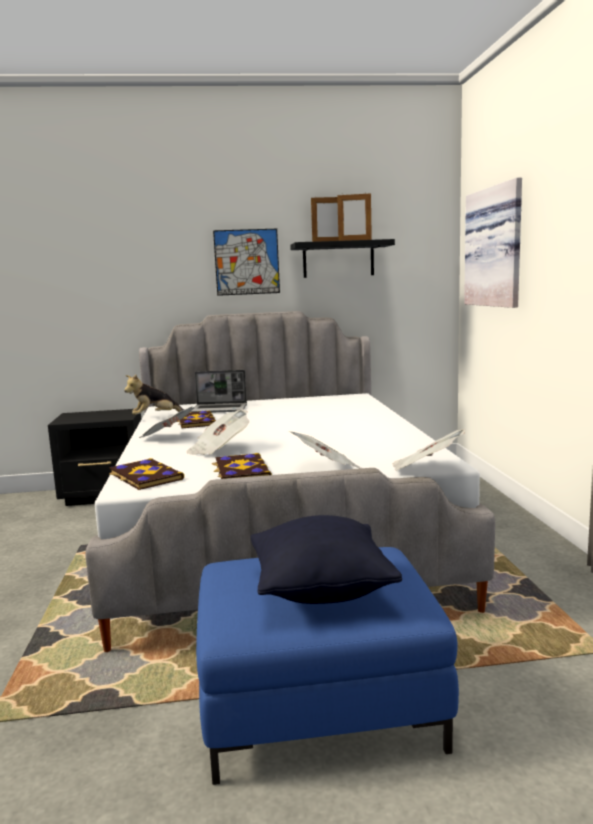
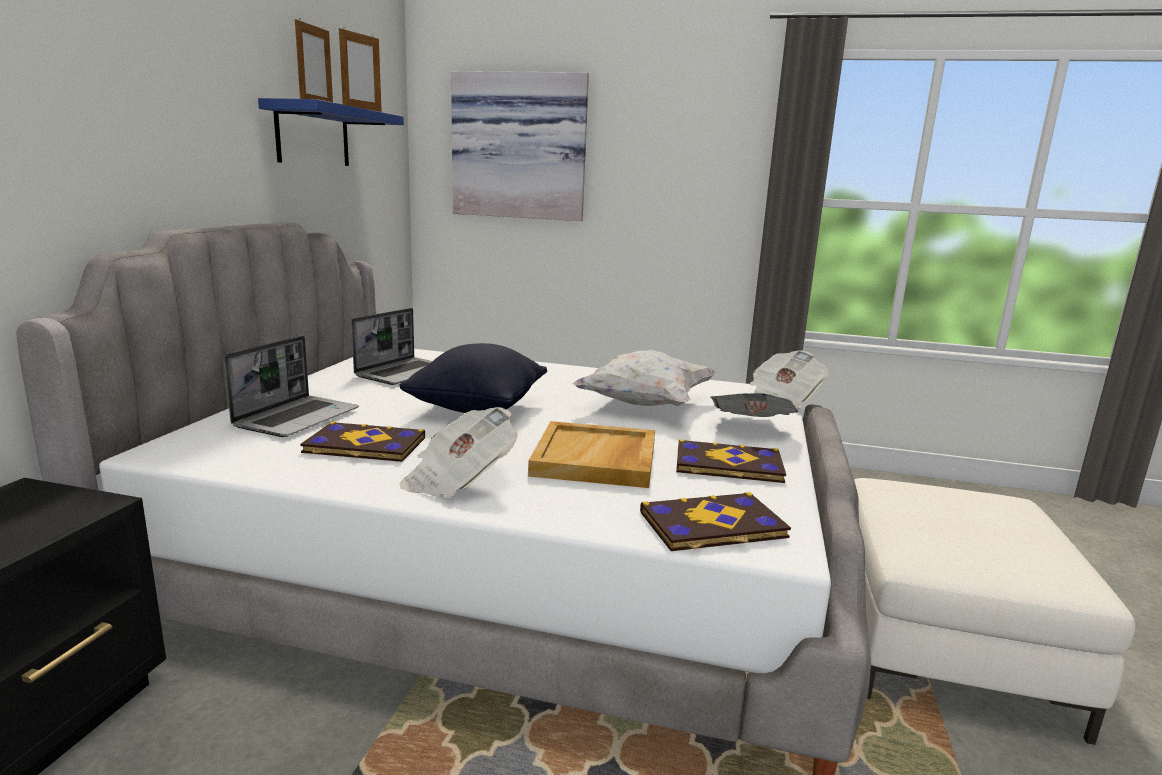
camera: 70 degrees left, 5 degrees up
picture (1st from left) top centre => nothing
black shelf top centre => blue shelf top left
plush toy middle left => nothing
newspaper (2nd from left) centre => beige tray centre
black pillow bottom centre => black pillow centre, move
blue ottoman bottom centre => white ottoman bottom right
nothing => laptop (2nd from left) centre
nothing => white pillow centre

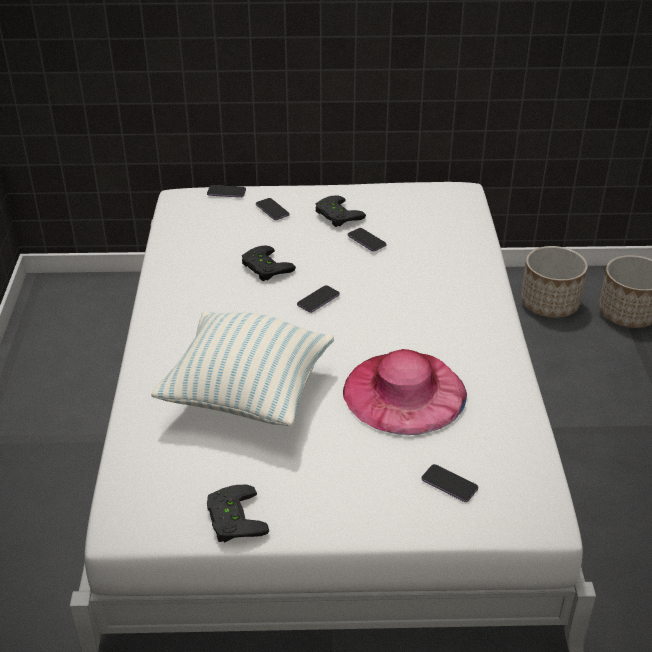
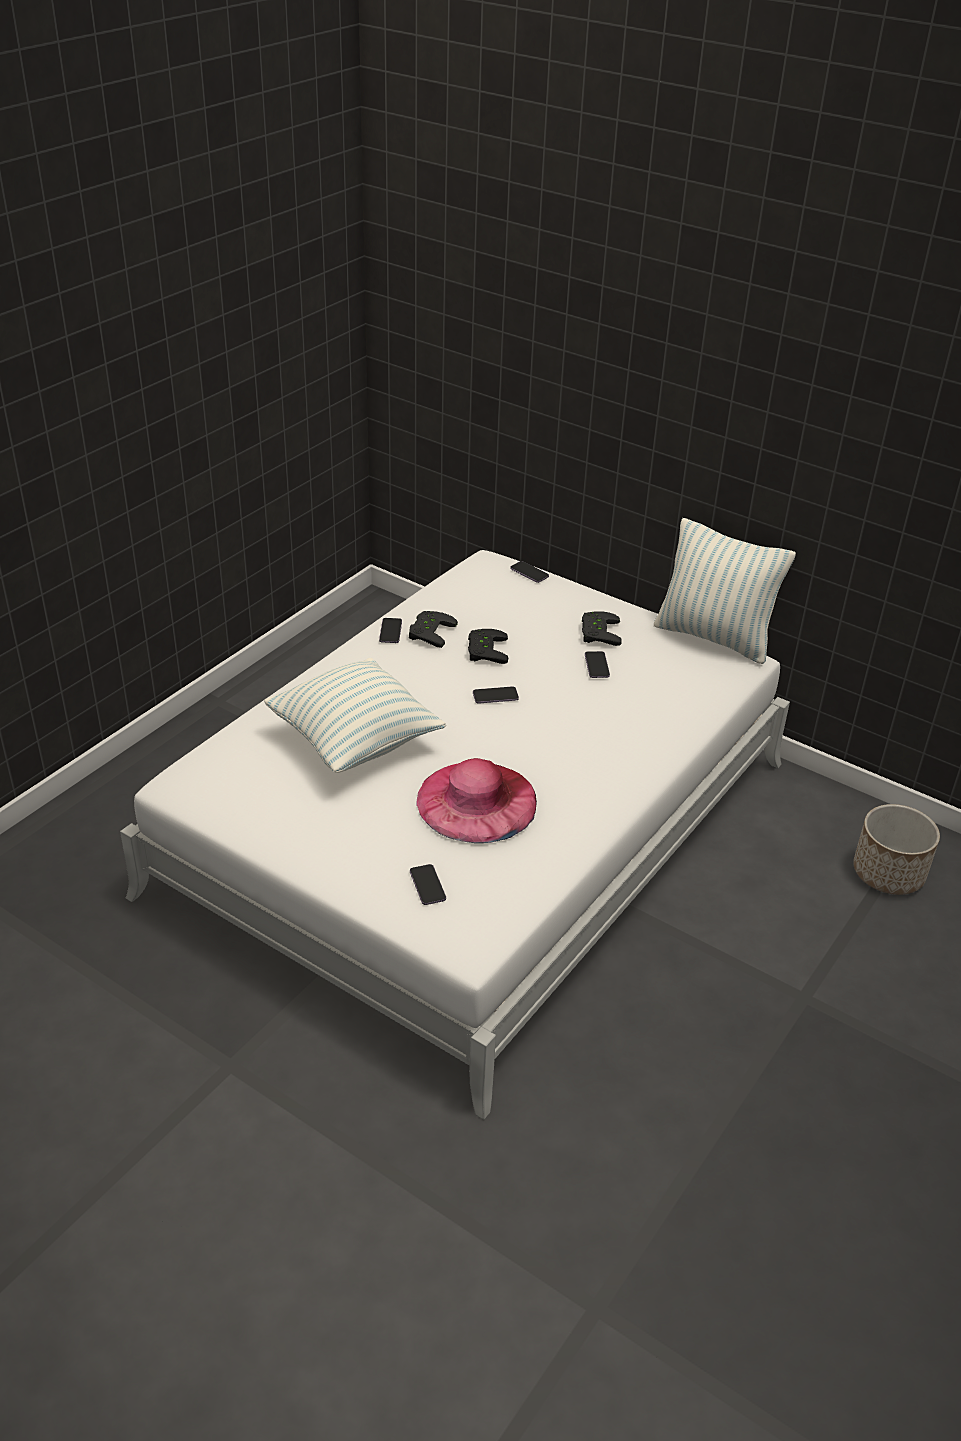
camera: 35 degrees right, 0 degrees up
phone (2nd from left in the first image) top centre => phone (1st from left) centre, move
planter (1st from left) middle right => nothing
black game controller (1st from left) bottom centre => black game controller (1st from left) centre, move
nothing => pillow (2nd from left) middle right

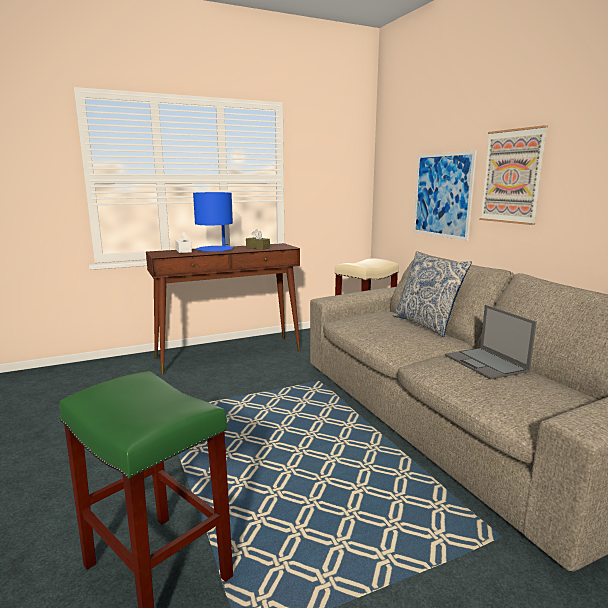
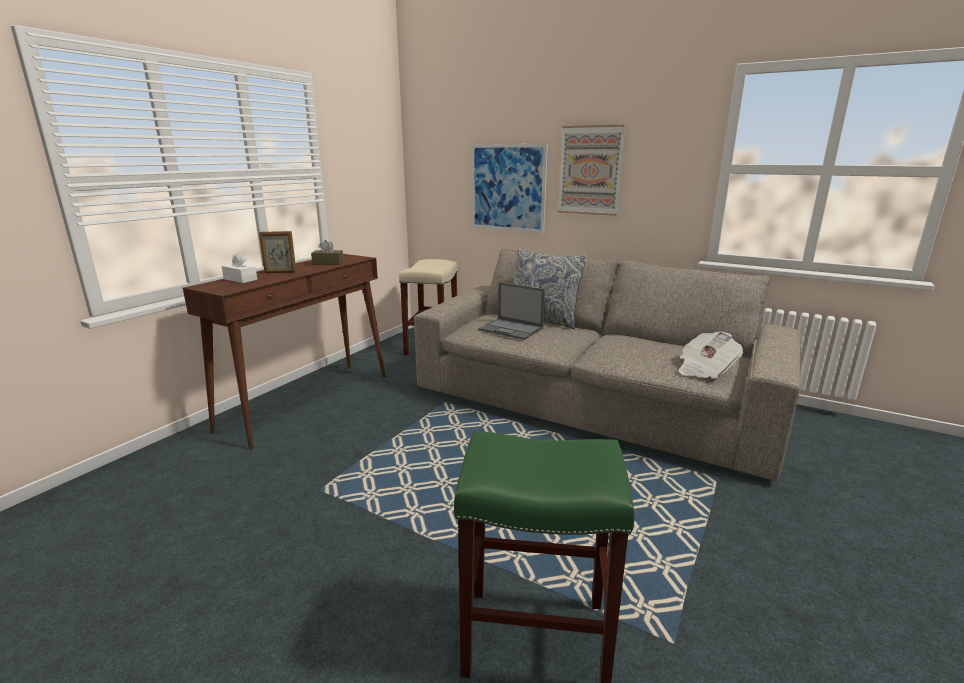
camera: 35 degrees left, 5 degrees up
blue table lamp centre => picture frame middle left
laptop middle right => laptop centre, move
nothing => newspaper middle right

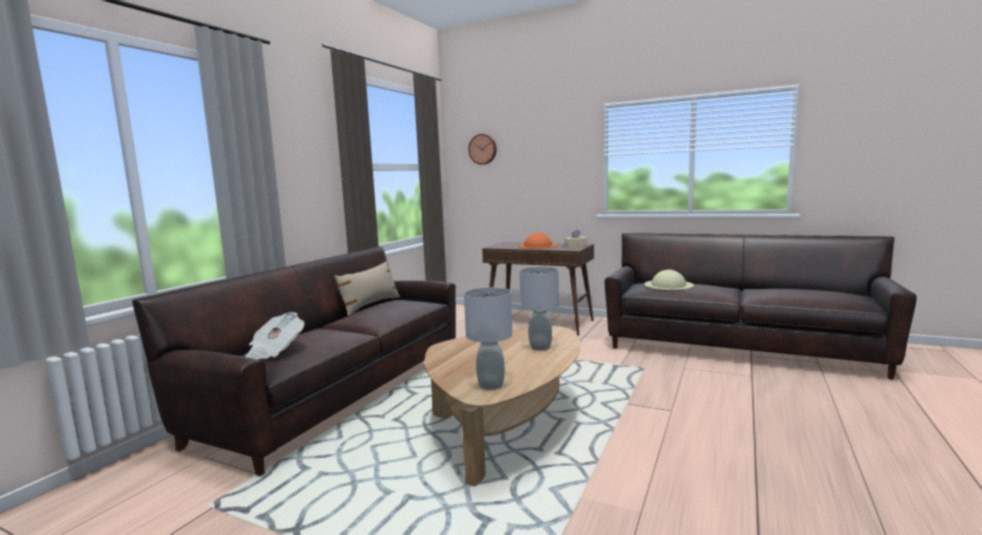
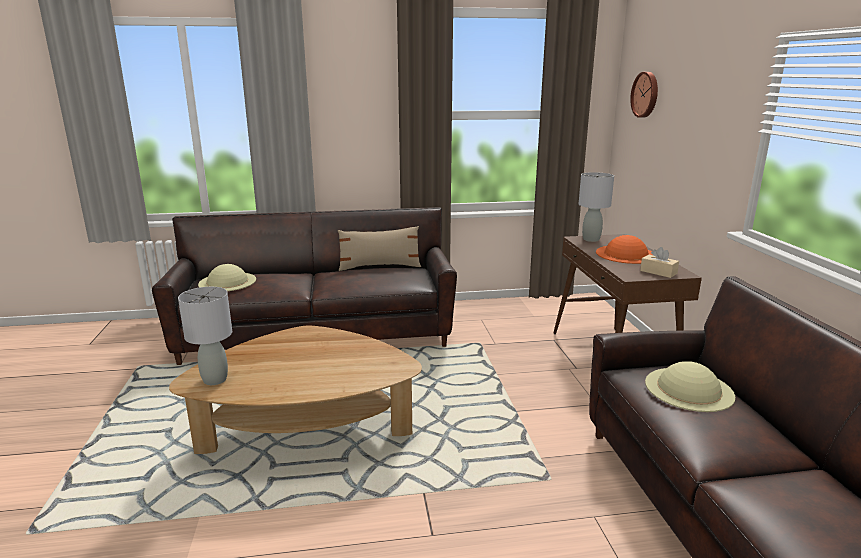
camera: 55 degrees right, 10 degrees up
grey table lamp (2nd from left) centre => grey table lamp (2nd from left) middle right, move
newspaper middle left => beige hat (1st from left) middle left

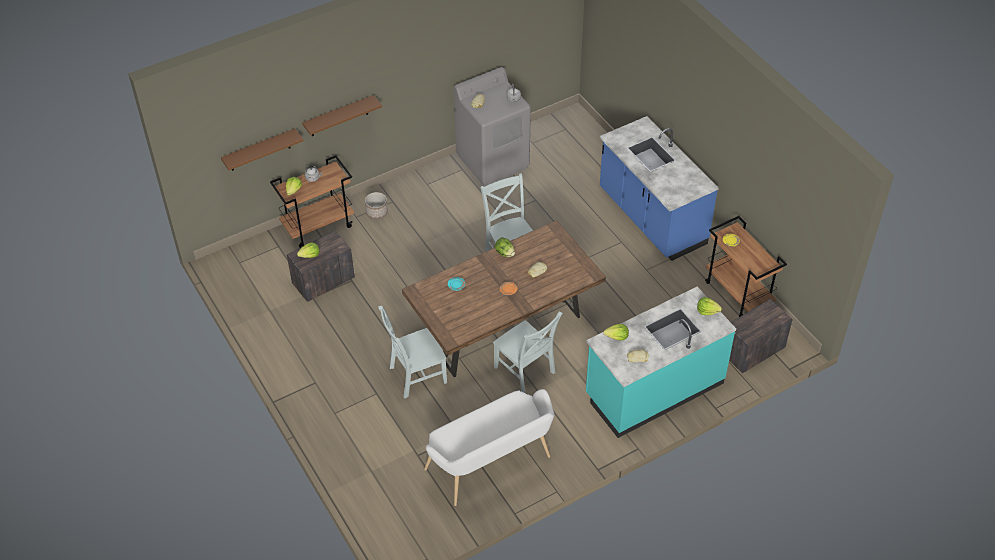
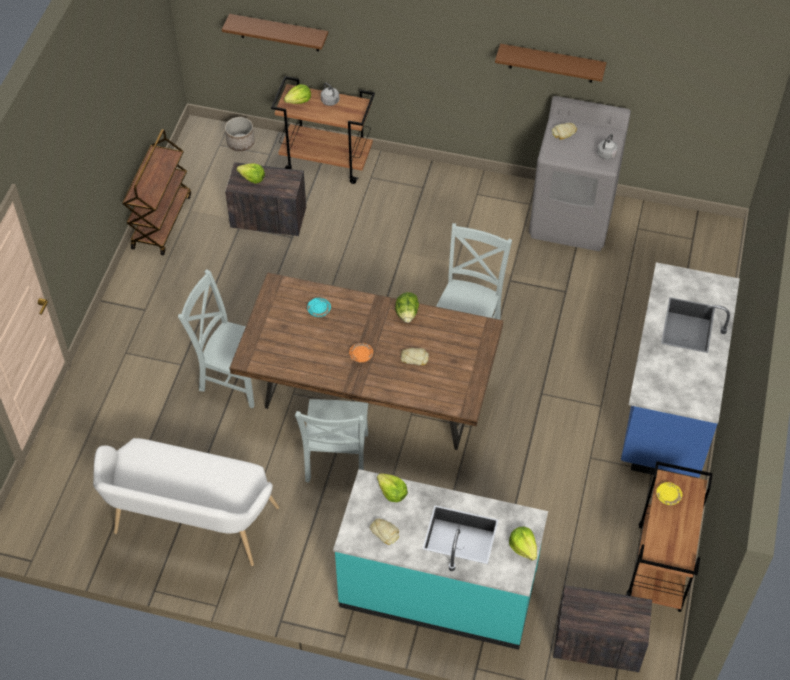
camera: 45 degrees right, 5 degrees up
brown shelf (2nd from left) top centre => brown shelf (2nd from left) top right, move
planter centre => planter top left, move
nothing => brown cart (1st from left) top left

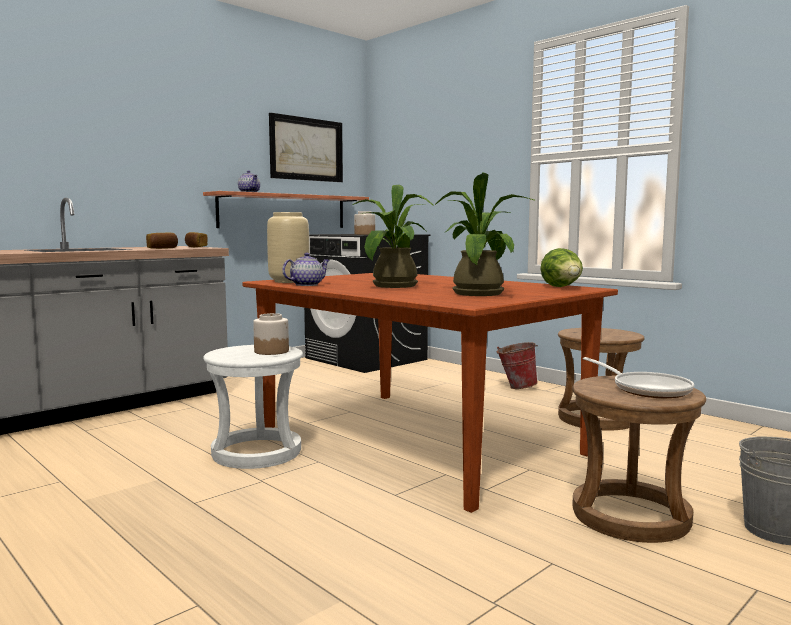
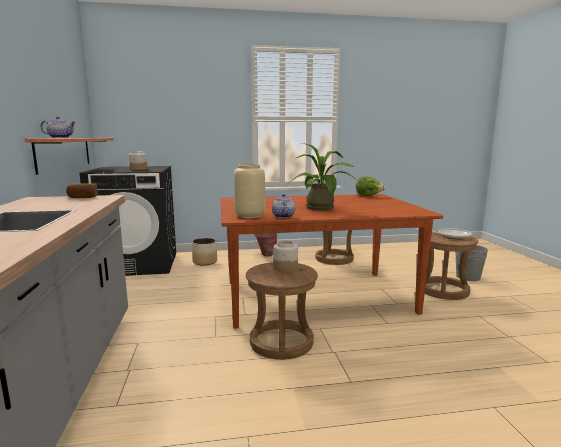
camera: 55 degrees left, 5 degrees up
picture top centre => nothing
potted plant (2nd from left) centre => nothing
bread (1st from left) middle left => nothing
white stool middle left => brown stool (1st from left) bottom centre
nothing => planter centre

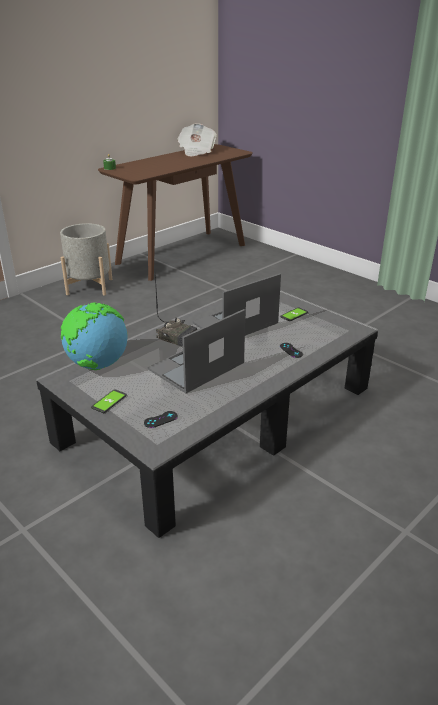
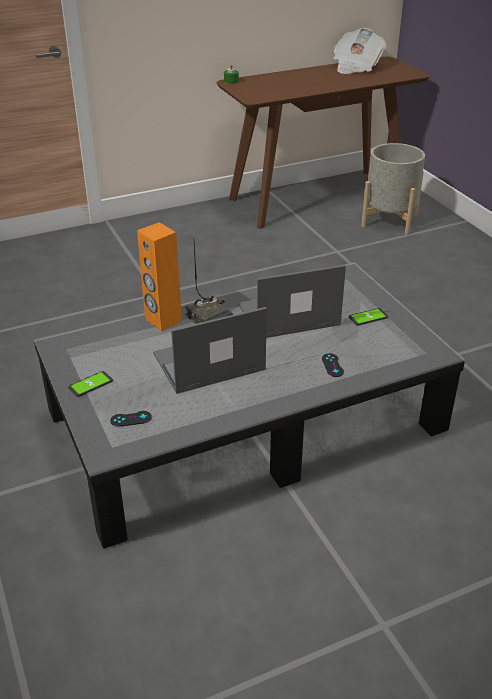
camera: 20 degrees right, 5 degrees up
grey planter middle left => grey planter top right, move
globe middle left => nothing
nothing => orange speaker middle left

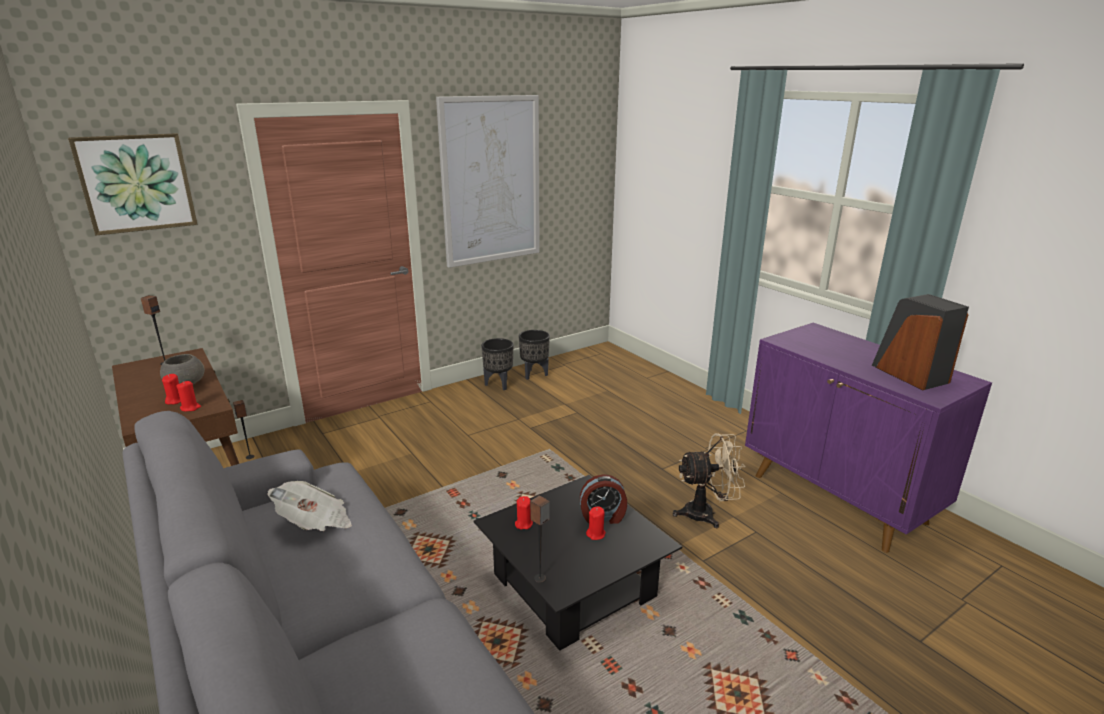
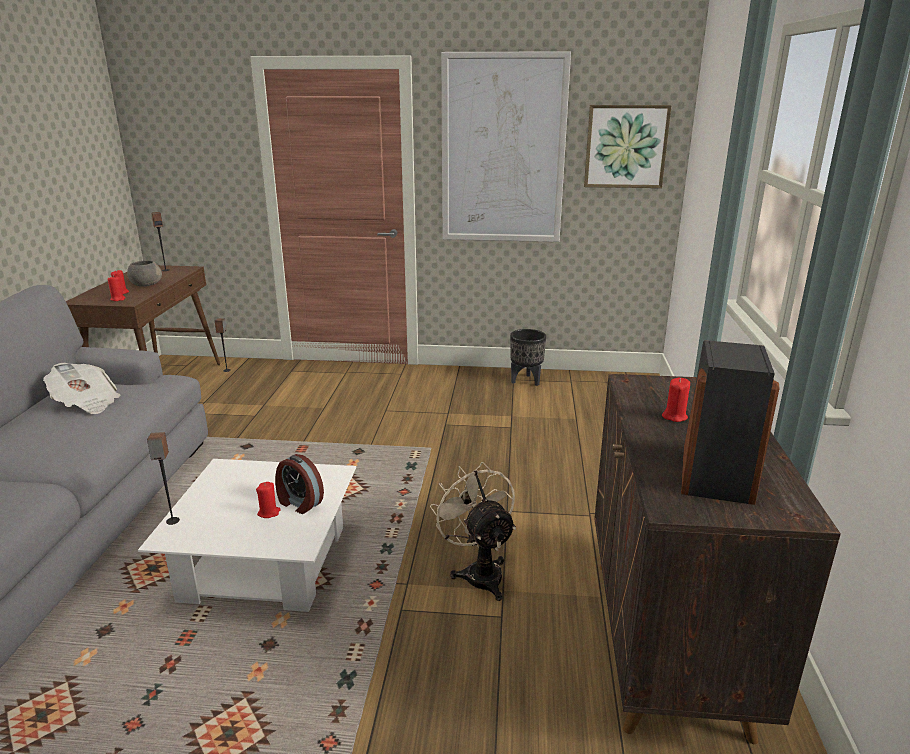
camera: 40 degrees right, 0 degrees up
picture (1st from left in the first image) top left => picture (2nd from left) top right, move
purple cabinet middle right => brown cabinet bottom right
black planter (1st from left) centre => nothing
beige fan bottom centre, 150 degrees counterclockwise
black coffee table bottom centre => white coffee table bottom left
red candle (3rd from left in the first image) bottom centre => red candle (4th from left) middle right, move

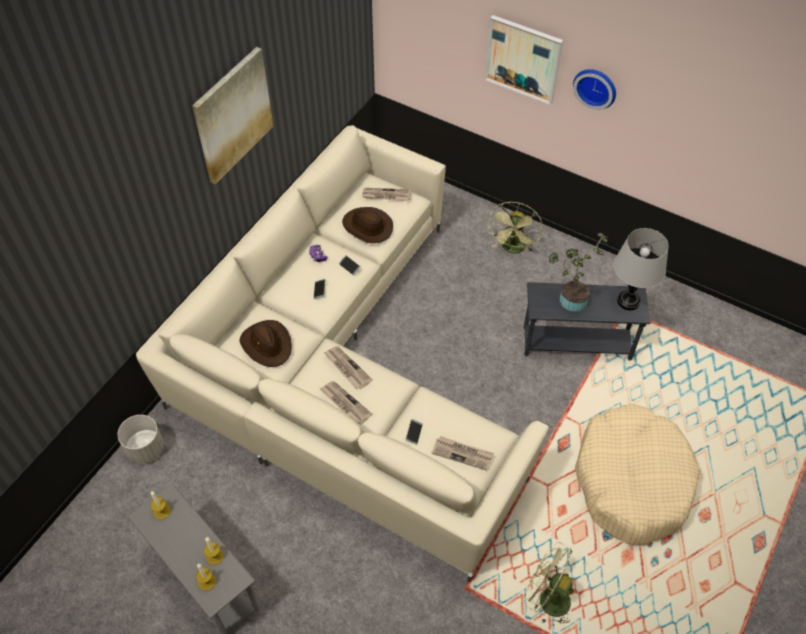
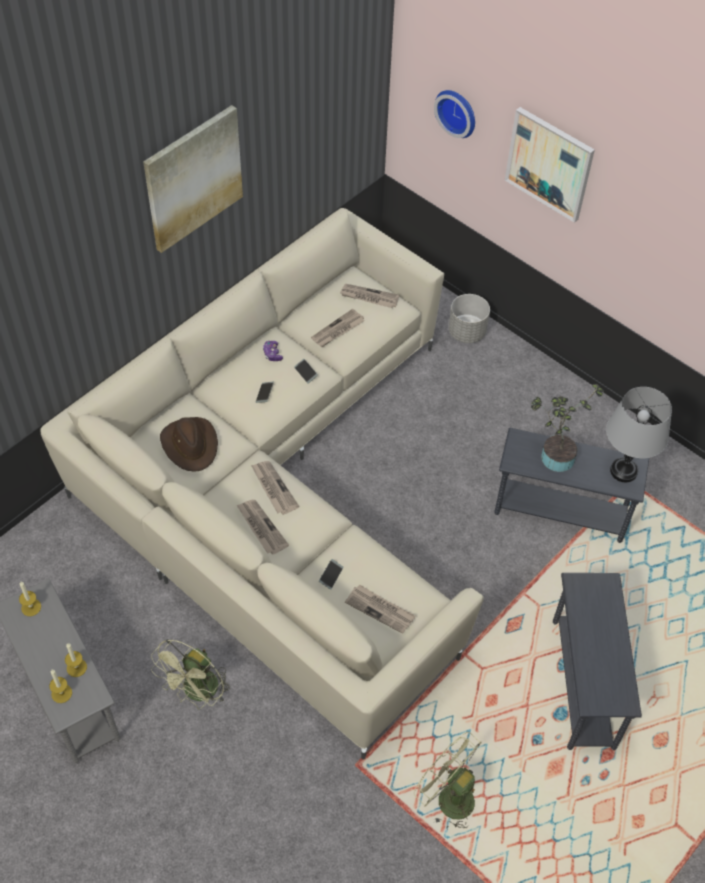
camera: 10 degrees right, 0 degrees up
wall clock top right => wall clock top centre, move
green fan (1st from left) centre => green fan (1st from left) bottom left, move
brown hat (2nd from left) centre => newspaper (3rd from left) centre
beige dog bed bottom right => grey side table (3rd from left) bottom right
grey planter bottom left => grey planter centre, move

